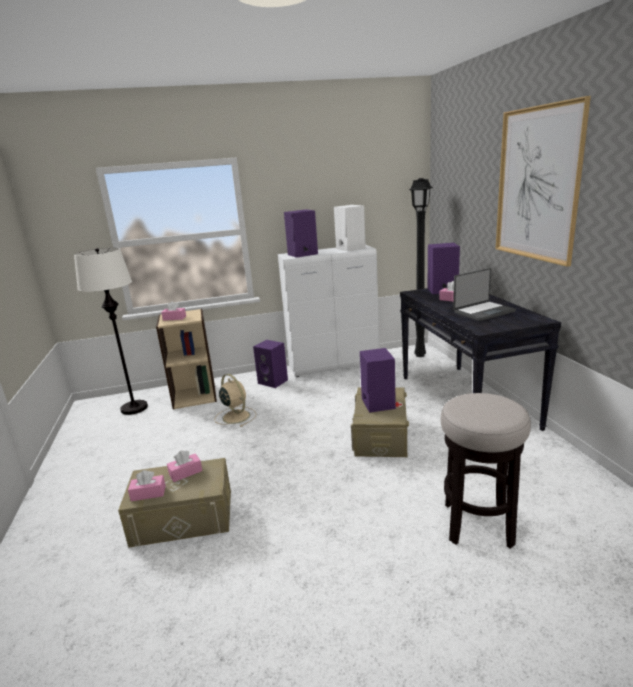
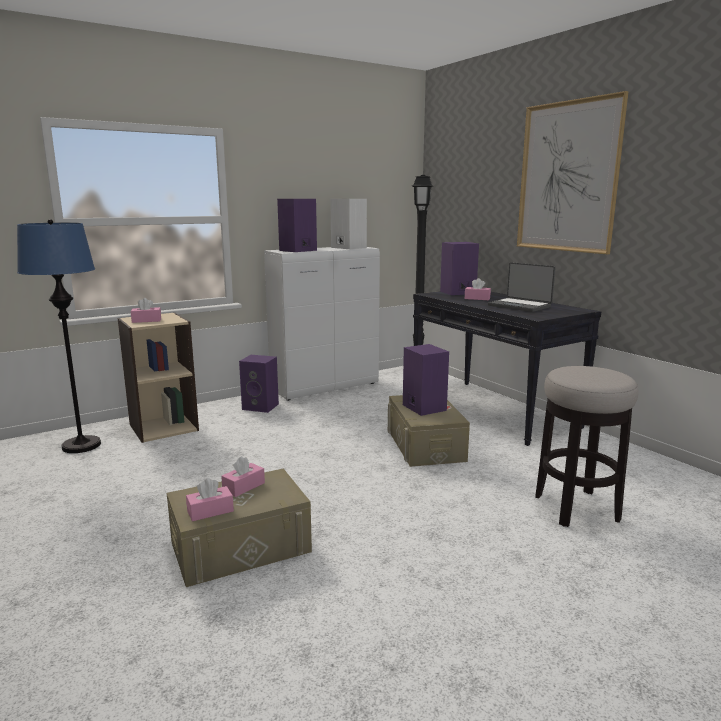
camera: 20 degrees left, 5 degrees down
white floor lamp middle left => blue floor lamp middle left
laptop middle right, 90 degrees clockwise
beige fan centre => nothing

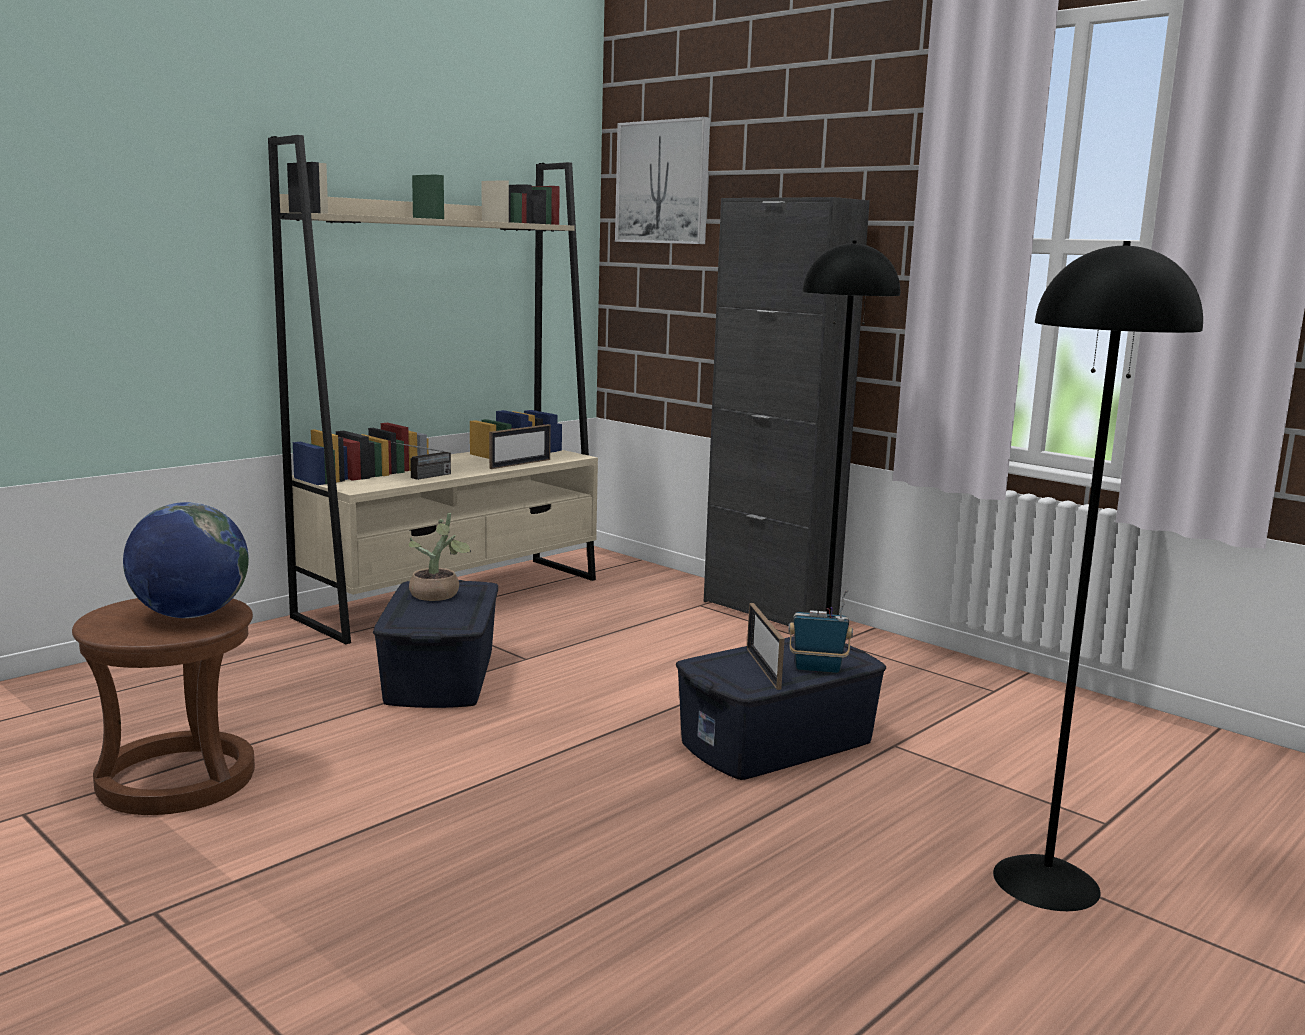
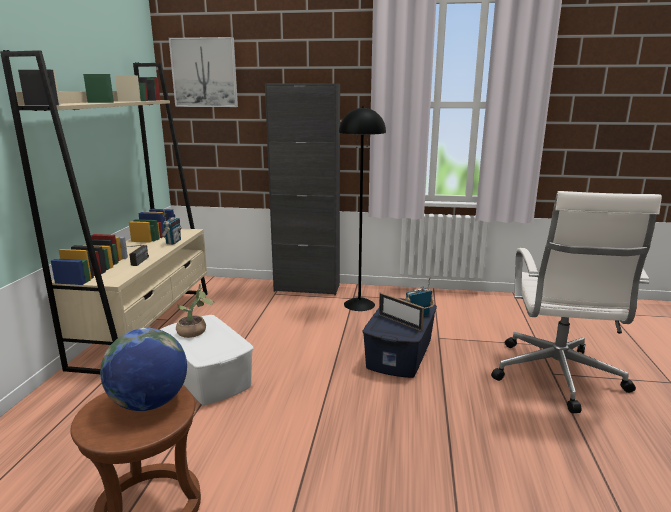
camera: 35 degrees left, 5 degrees up
black floor lamp (2nd from left) middle right => white office chair middle right
picture frame (1st from left) centre => radio (2nd from left) middle left
blue storage box (1st from left) centre => white storage box bottom left

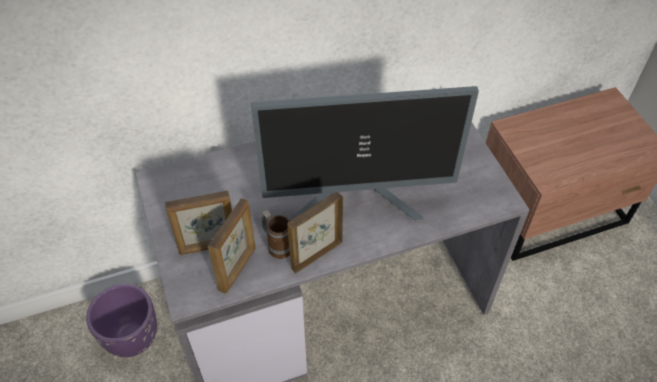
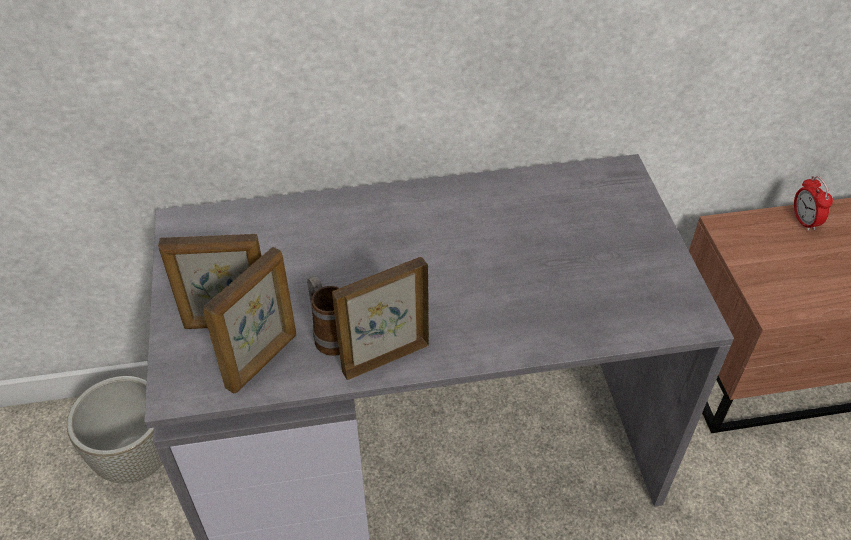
camera: 10 degrees right, 5 degrees down
monitor centre => nothing
purple planter bottom left => grey planter bottom left
nothing => alarm clock middle right

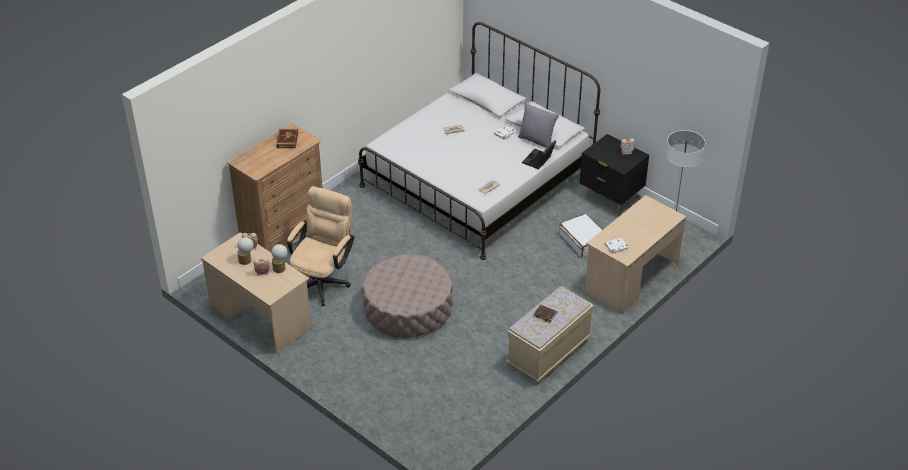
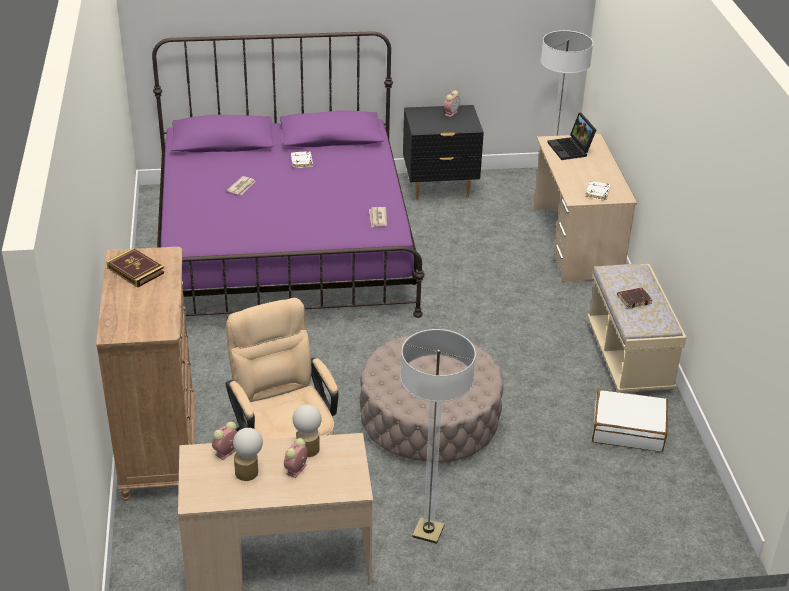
camera: 50 degrees left, 5 degrees down
white bed top centre => purple bed top centre
grey pillow top centre => nothing
laptop top centre => laptop top right, move
white suitcase centre => white suitcase bottom right, move
nothing => floor lamp (1st from left) bottom centre

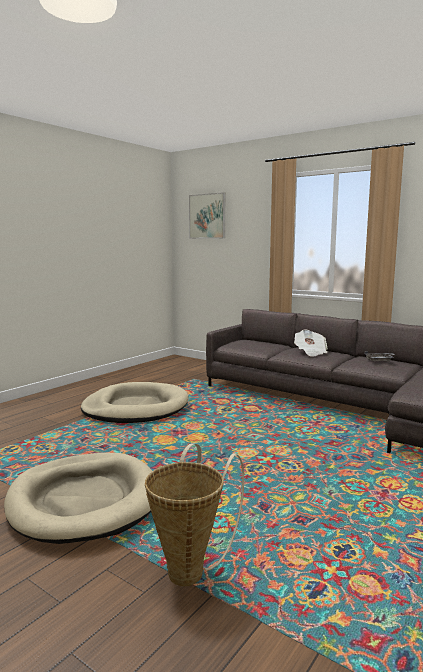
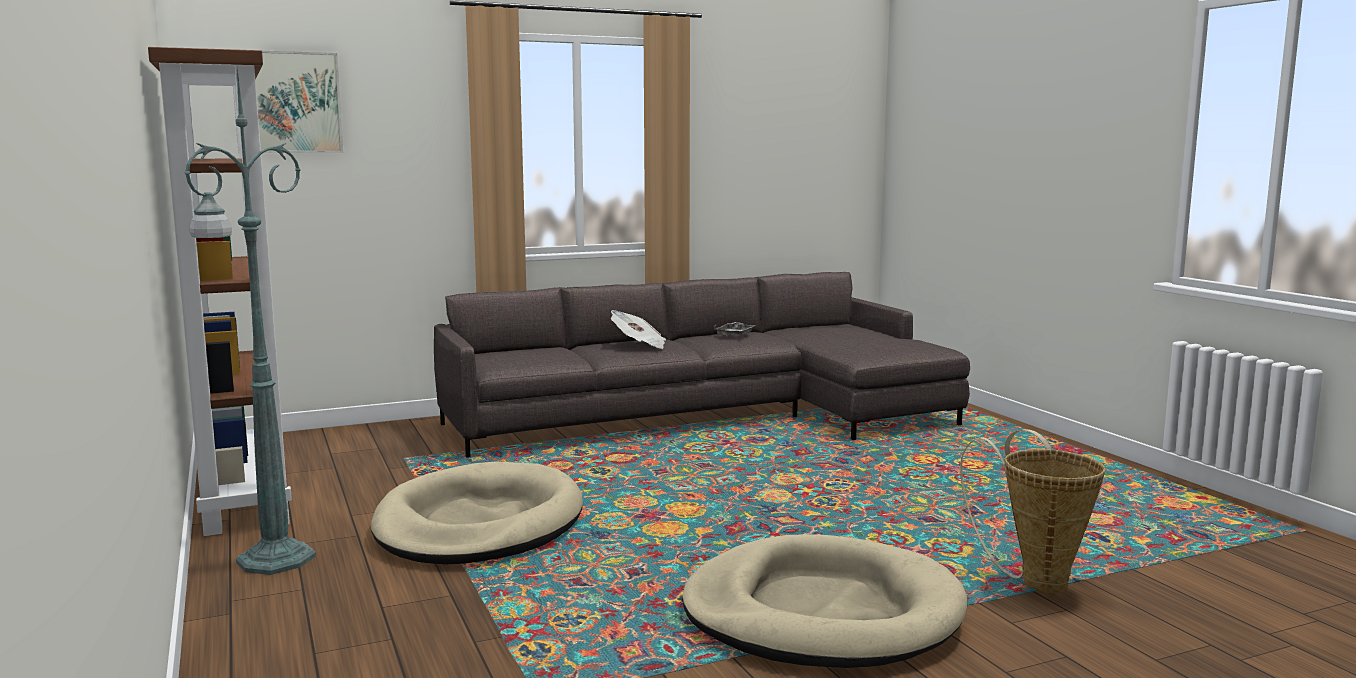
camera: 60 degrees left, 0 degrees up
nothing => brown bookcase middle left
nothing => green floor lamp middle left

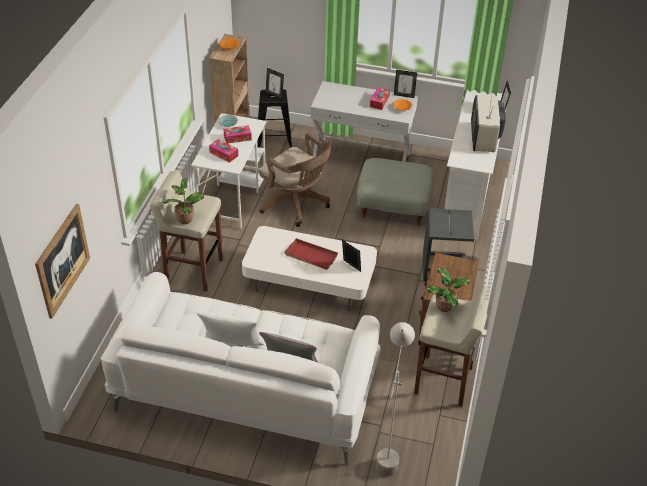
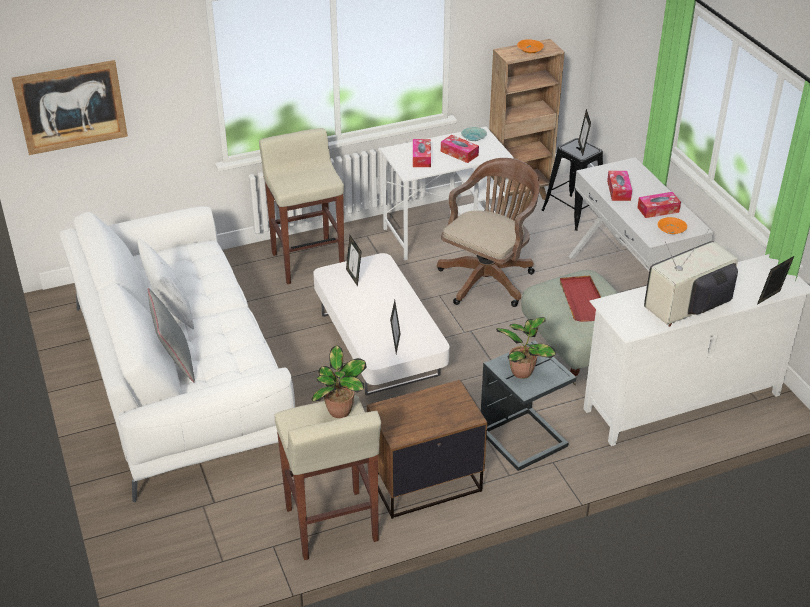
camera: 55 degrees right, 5 degrees down
picture frame (3rd from left in the first image) top centre => picture frame (1st from left) centre, move
brown office chair centre, 150 degrees counterclockwise
potted plant (1st from left in the first image) middle left => potted plant (2nd from left) centre, move
red tray centre => red tray middle right, move
grey floor lamp bottom centre => nothing
nothing => tissue box (3rd from left) top right

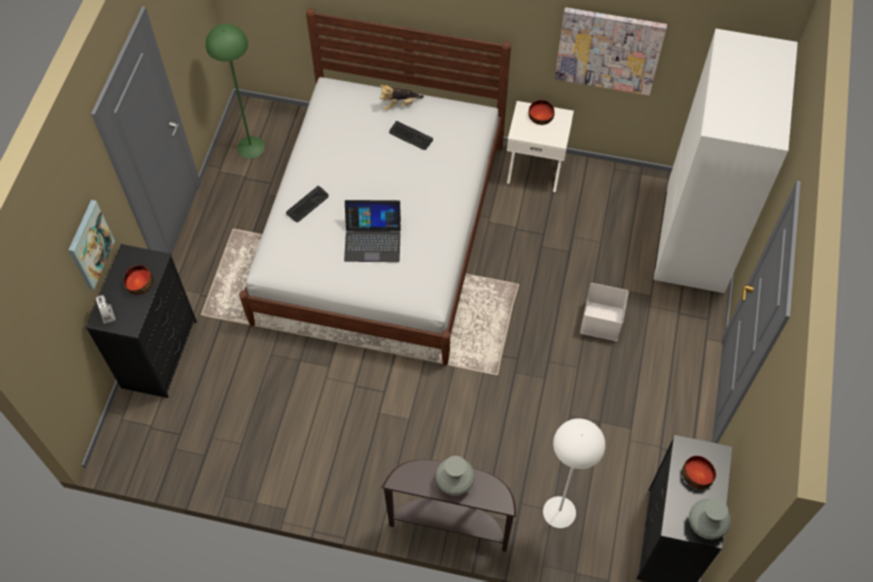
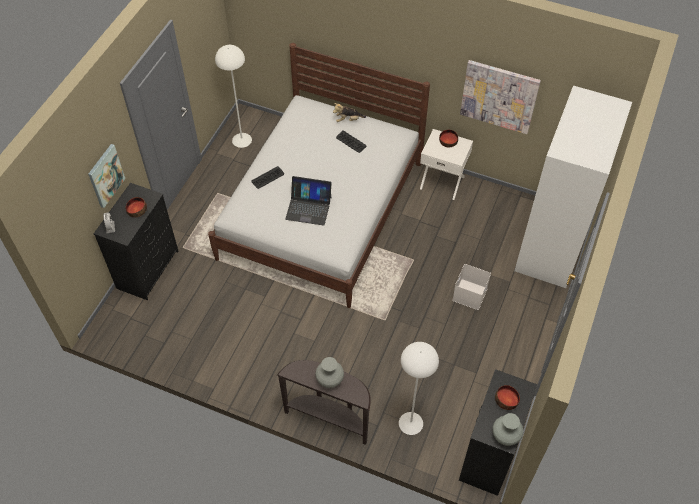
camera: 10 degrees right, 5 degrees down
green floor lamp top left => white floor lamp (1st from left) top centre

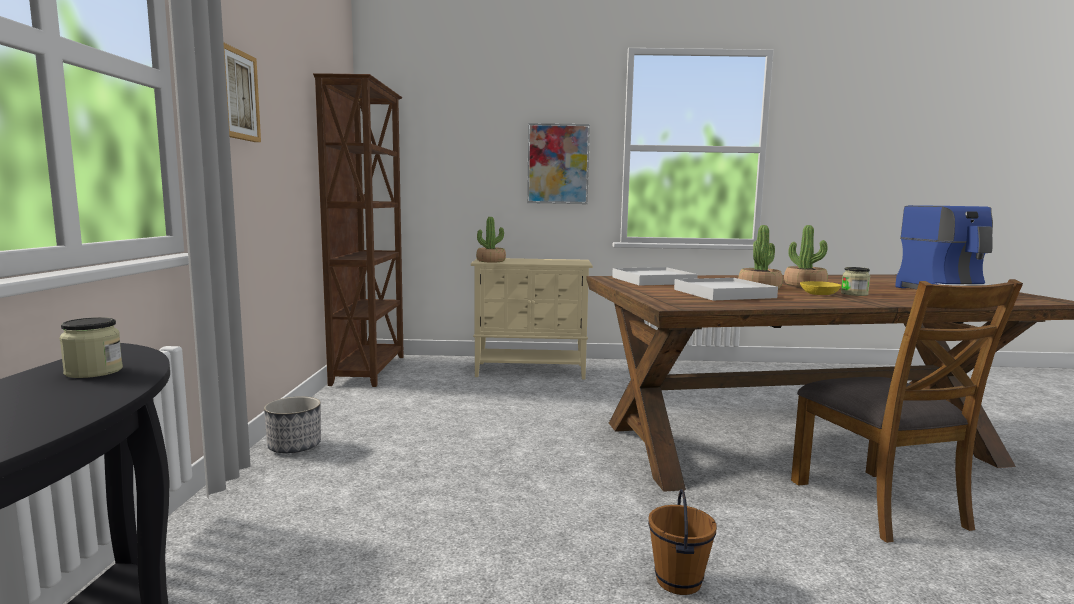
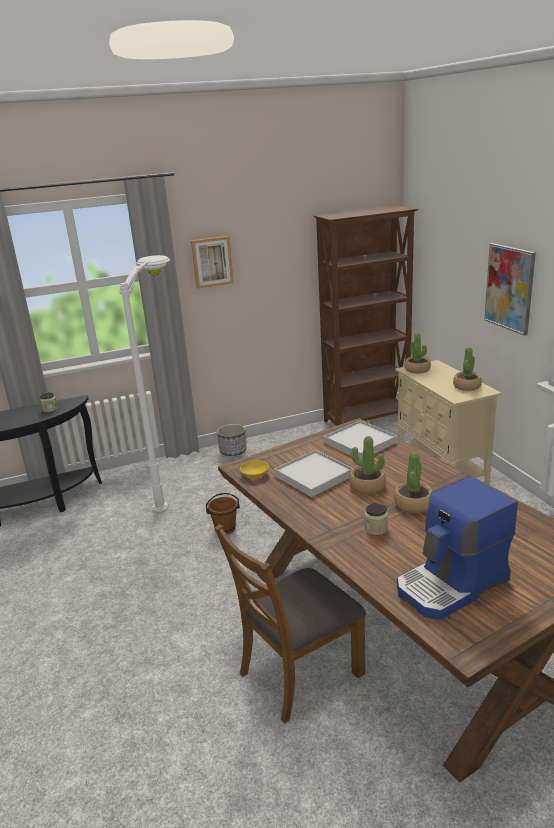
camera: 70 degrees right, 15 degrees up
yellow bowl middle right => yellow bowl centre, move
brown bucket bottom centre => brown bucket centre, move
nothing => white floor lamp middle left
nothing => potted plant (4th from left) middle right

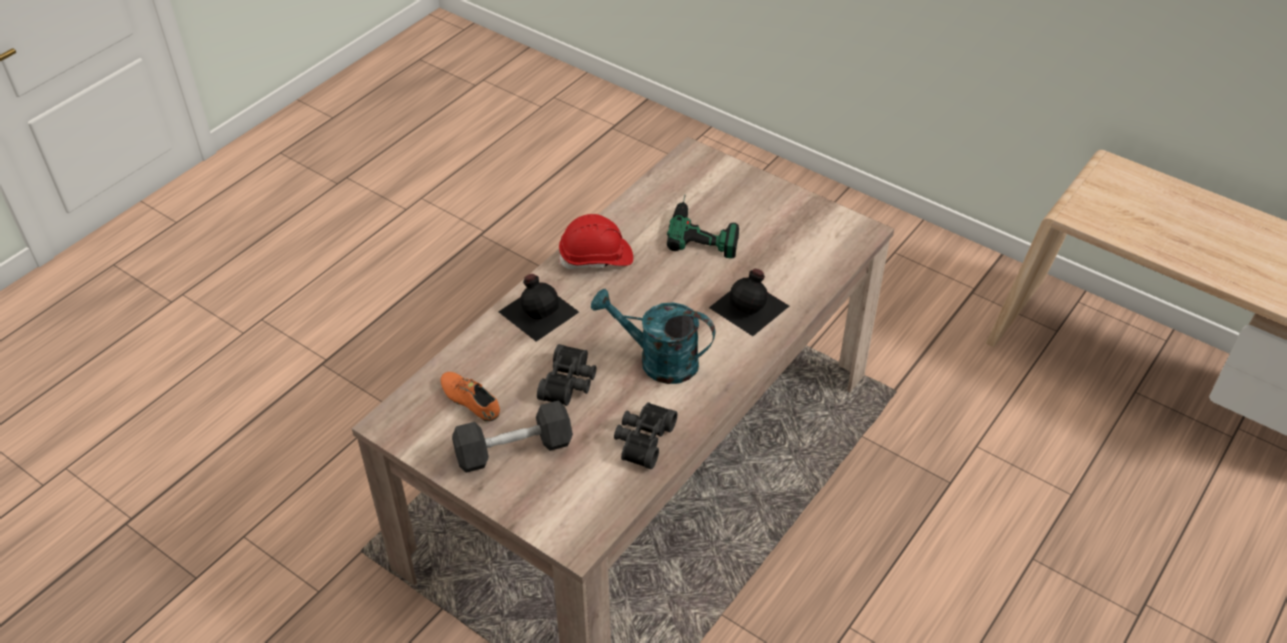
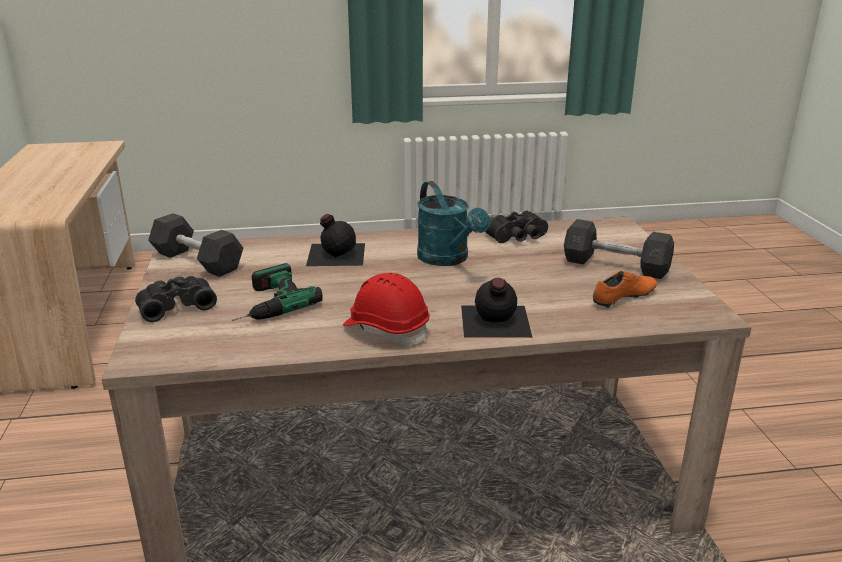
camera: 135 degrees left, 20 degrees down
black binoculars (1st from left) centre => black binoculars (1st from left) middle left, move
orange shoe centre => orange shoe middle right, 120 degrees counterclockwise
nothing => grey dumbbell (1st from left) middle left

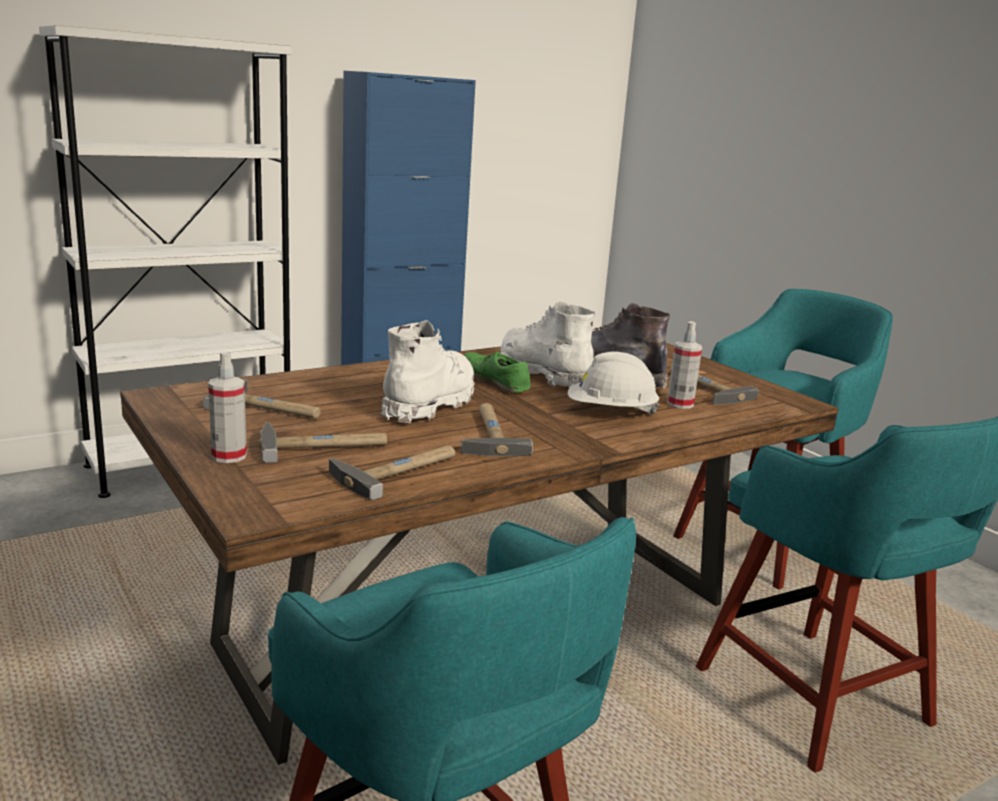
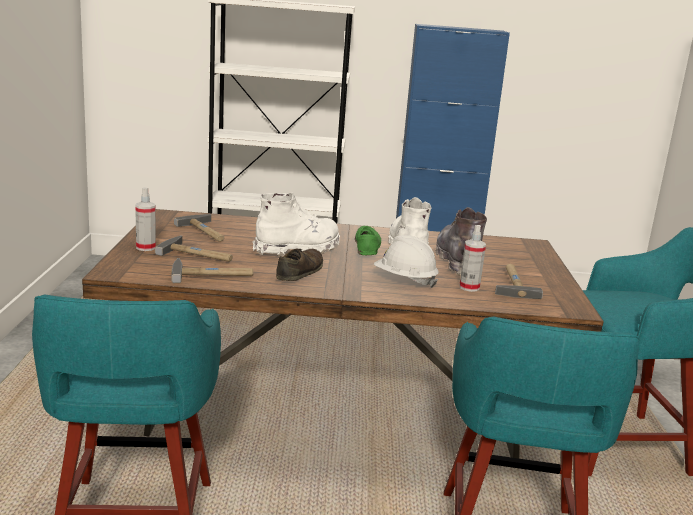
camera: 35 degrees right, 0 degrees up
hammer (4th from left) centre => brown shoe centre

